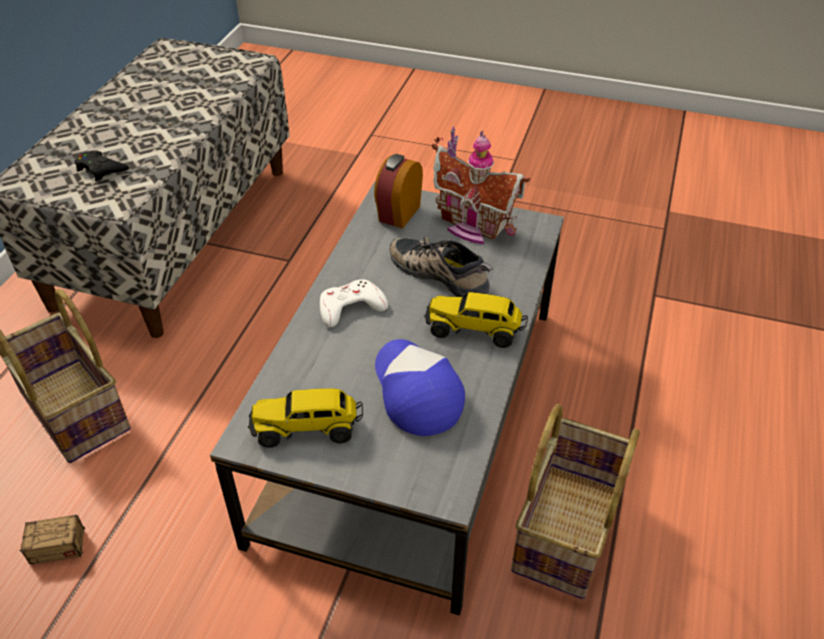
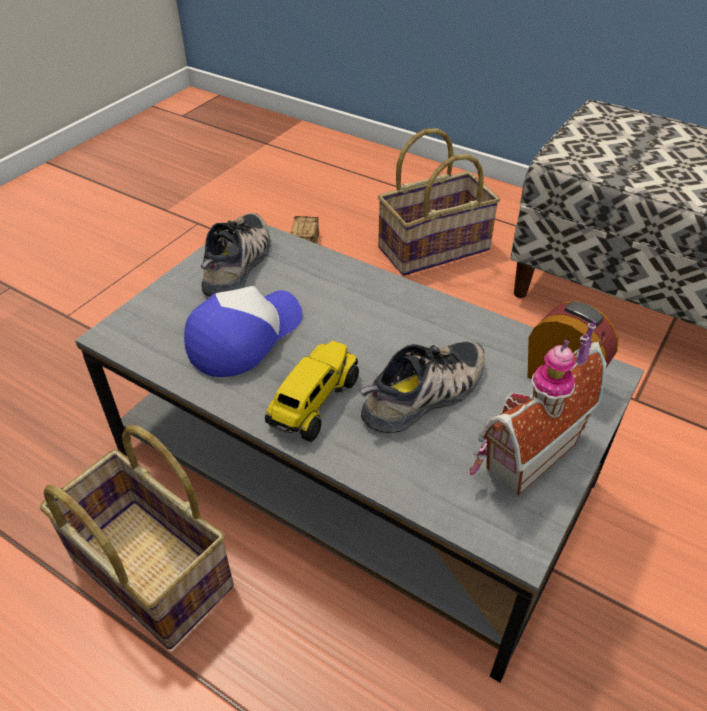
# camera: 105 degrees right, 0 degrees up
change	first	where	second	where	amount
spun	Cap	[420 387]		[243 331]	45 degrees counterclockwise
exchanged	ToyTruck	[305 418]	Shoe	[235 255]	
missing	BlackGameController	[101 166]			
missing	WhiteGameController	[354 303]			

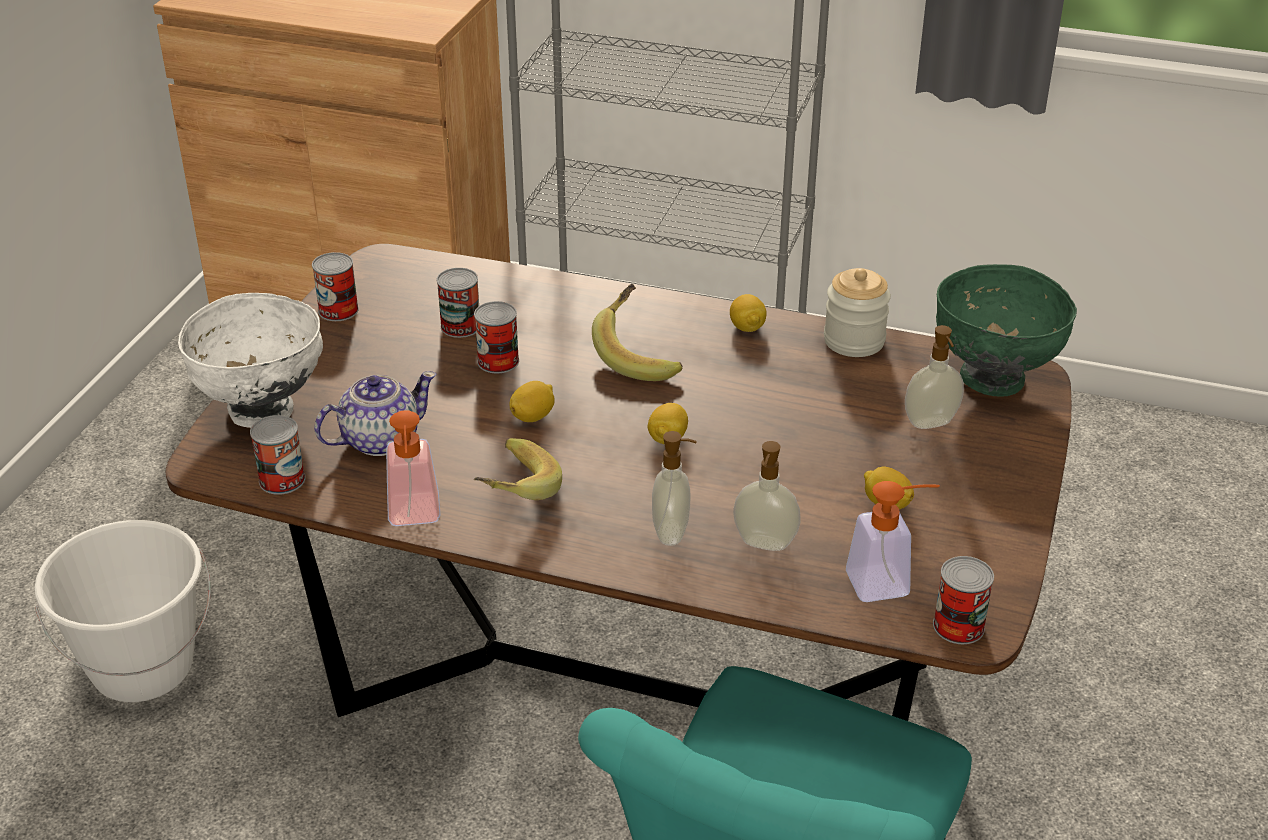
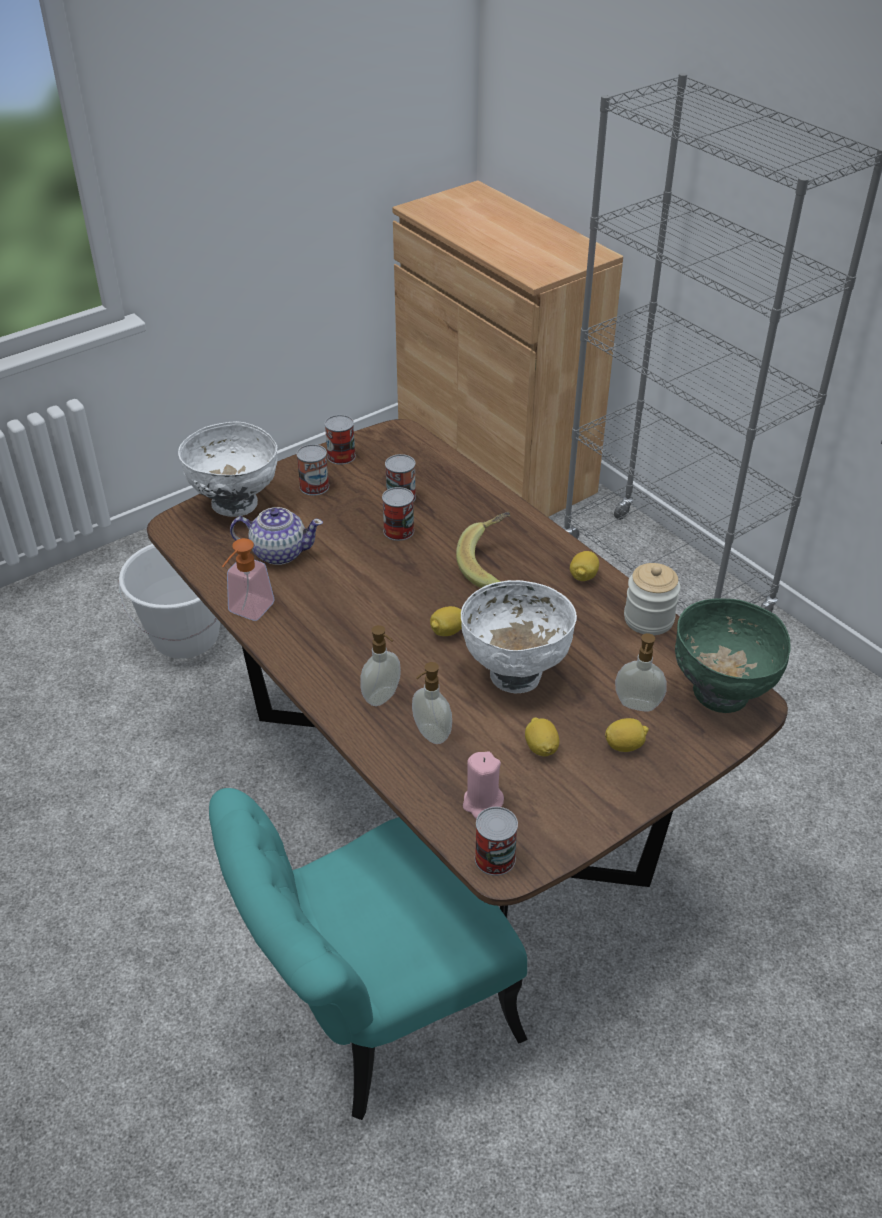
# camera: 35 degrees right, 5 degrees up
change	first	where	second	where	amount
relocated	Can	[278 455]		[312 470]	
appeared			WhiteBowl	[519 636]	
exchanged	SoapDispenser	[893 541]	PinkCandle	[483 785]	
relocated	Lemon	[532 401]		[627 735]	
missing	Banana	[518 469]			

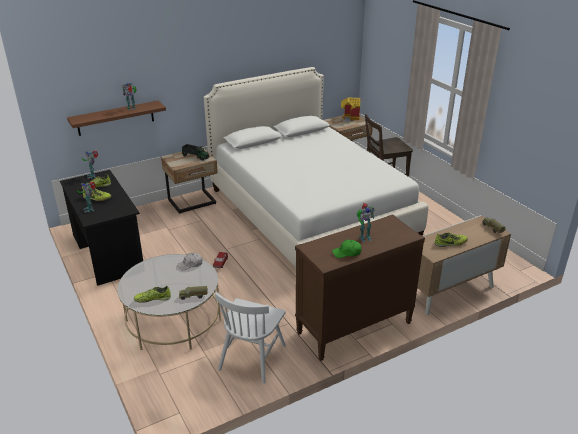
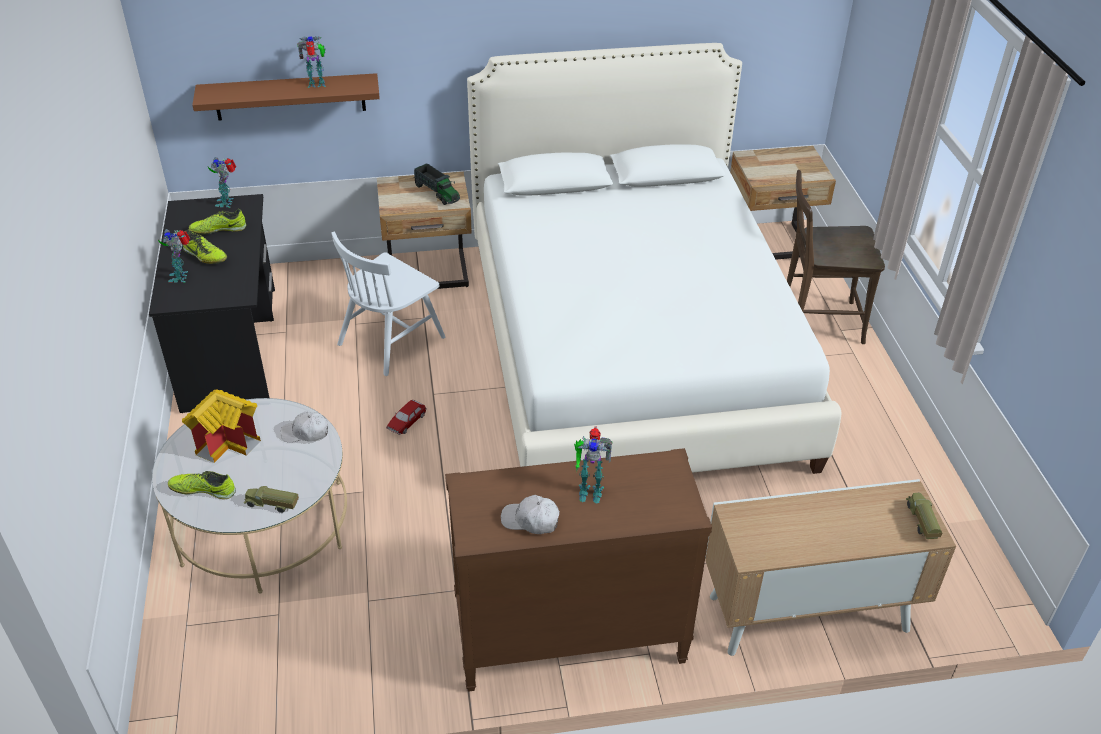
# camera: 20 degrees right, 10 degrees up
change	first	where	second	where	amount
relocated	ToyHouse	[351 110]		[221 426]	
relocated	WhiteChair	[250 337]		[388 303]	
colour	GreenCap	[347 249]	WhiteCap	[530 514]	
missing	Shoe	[451 240]			

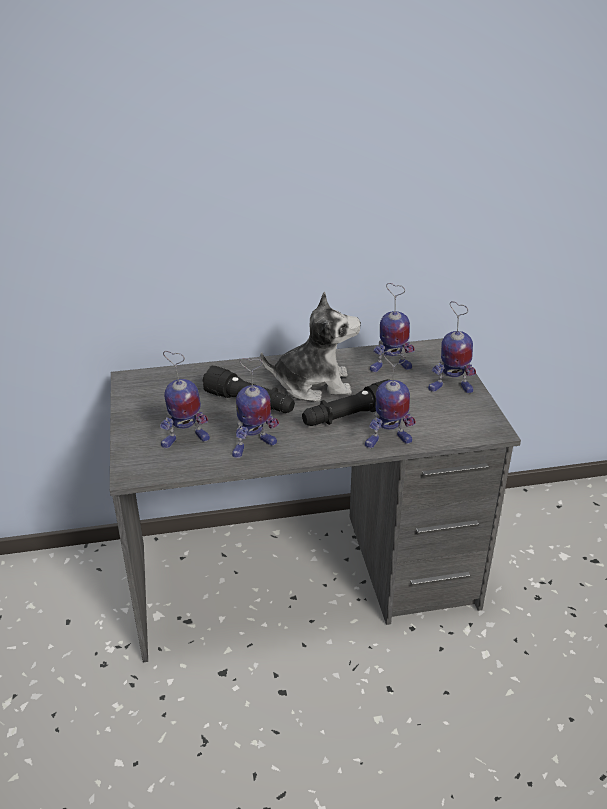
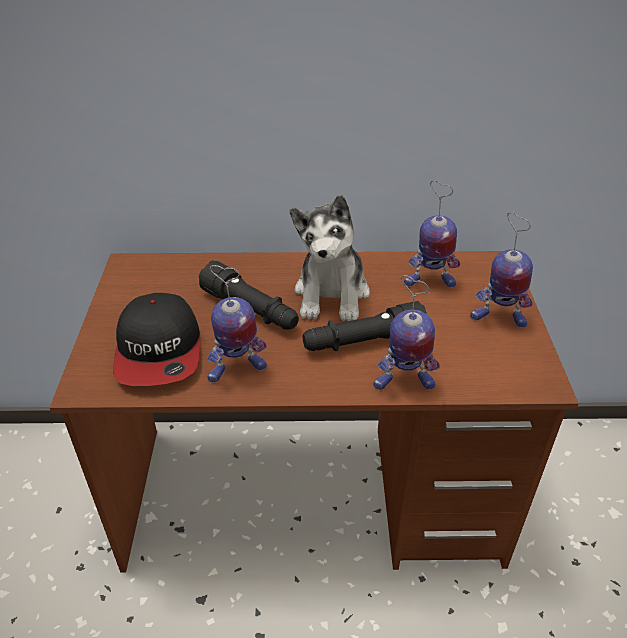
# camera: 10 degrees right, 5 degrees up
change	first	where	second	where	amount
colour	GreyDesk	[315 500]	BrownDesk	[314 412]	
exchanged	ToyRobot	[185 399]	Cap	[156 339]	
spun	PlushToy	[311 347]		[330 257]	90 degrees clockwise

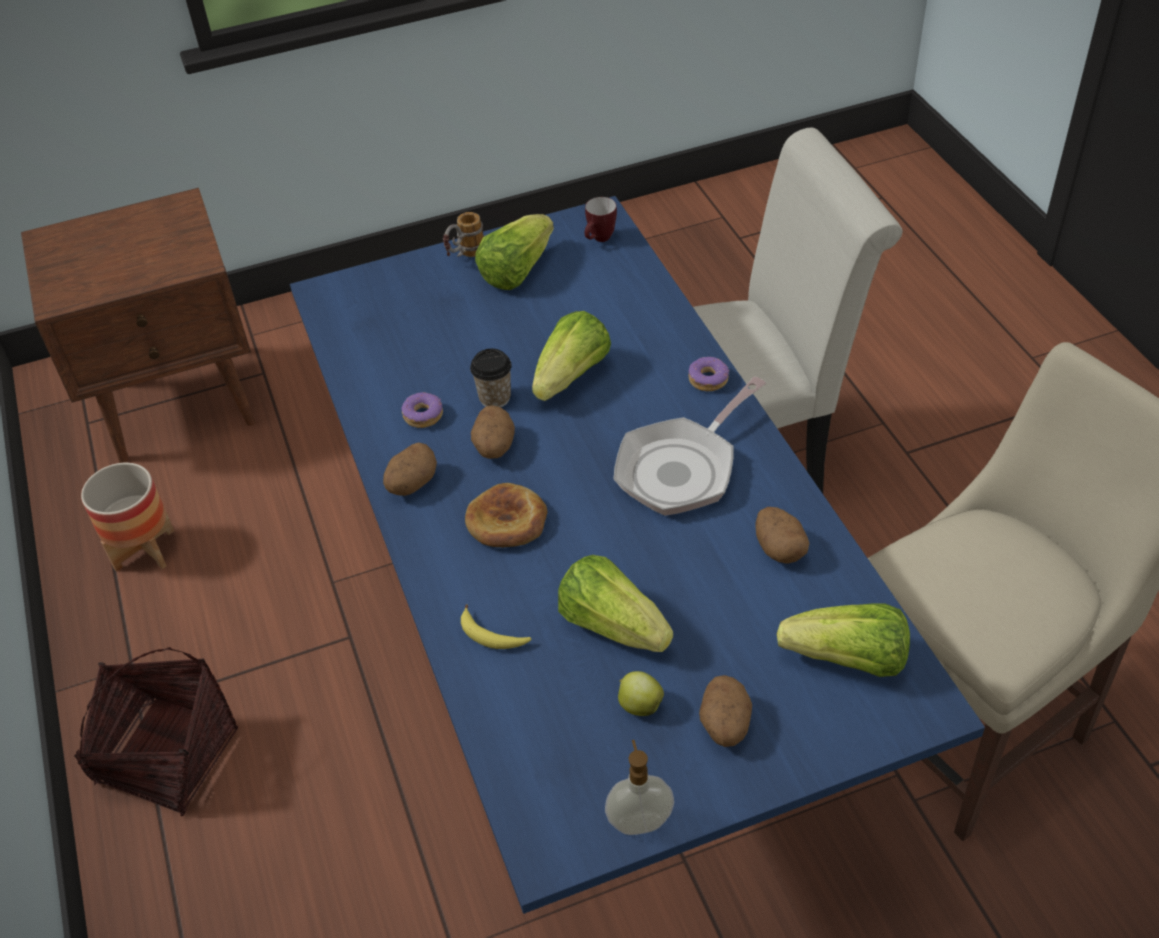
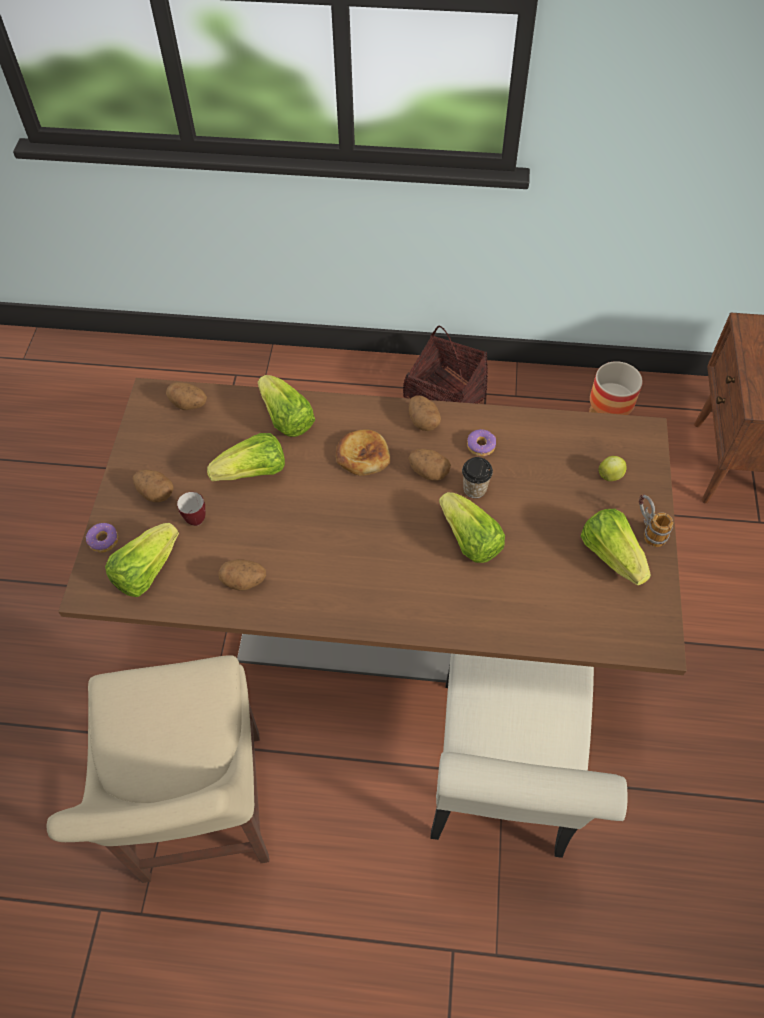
# camera: 115 degrees right, 10 degrees up
change	first	where	second	where	amount
colour	BlueDiningTable	[637 555]	BrownDiningTable	[372 530]	
relocated	Donut	[708 374]		[102 538]	
appeared			Potato	[186 396]	
relocated	Mug	[601 219]		[191 509]	
exchanged	Banana	[496 626]	Lettuce	[286 406]	
relocated	Apple	[641 693]		[612 468]	
missing	SoapDispenser	[639 787]			
missing	FryingPan	[690 446]			

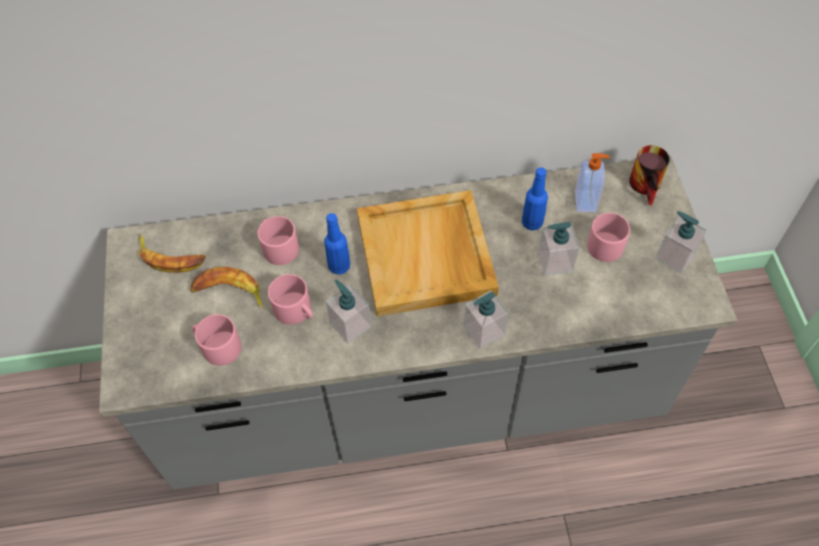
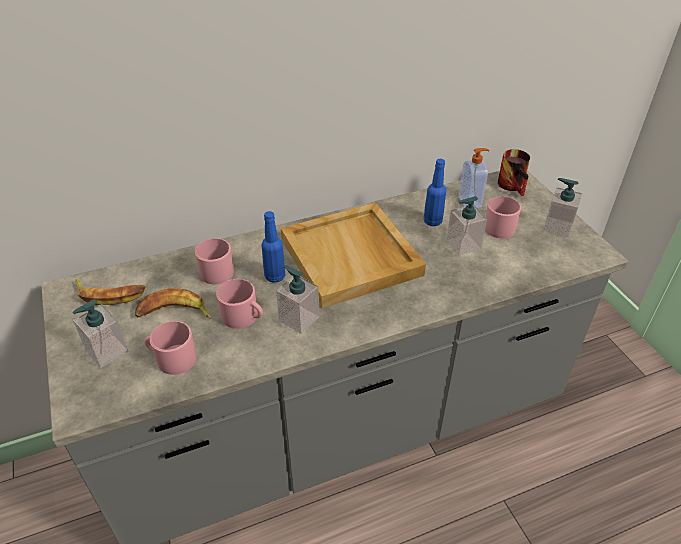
# camera: 15 degrees left, 15 degrees down
change	first	where	second	where	amount
relocated	SoapDispenser	[486 319]		[100 333]	

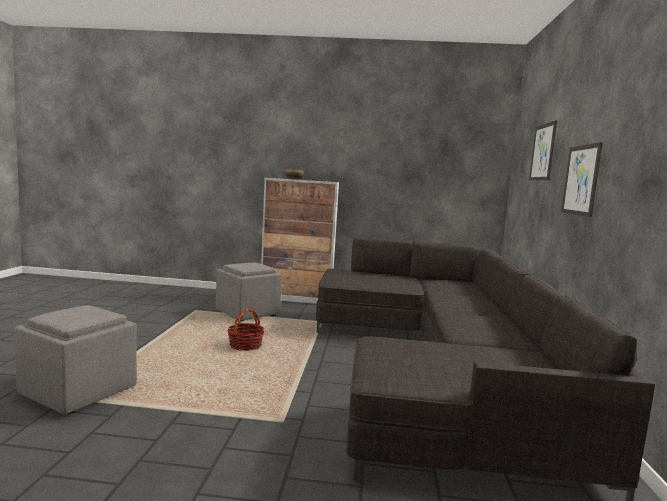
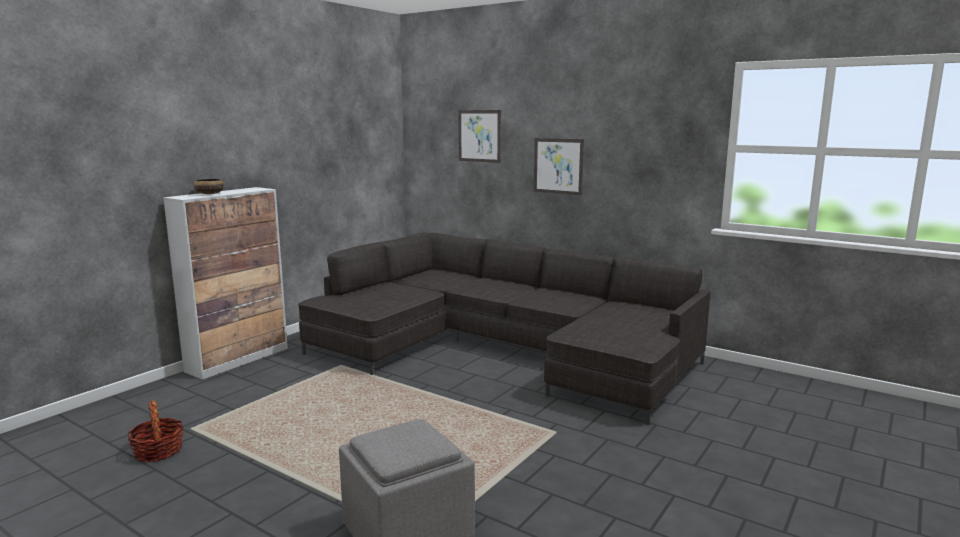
# camera: 60 degrees left, 5 degrees up
change	first	where	second	where	amount
relocated	Basket	[245 329]		[155 431]	
missing	GreyOttoman	[249 292]			

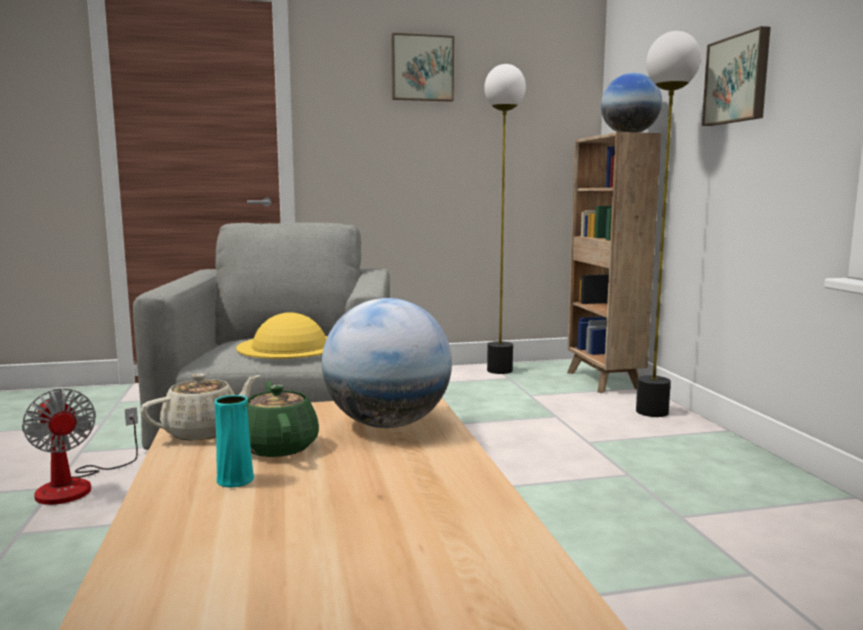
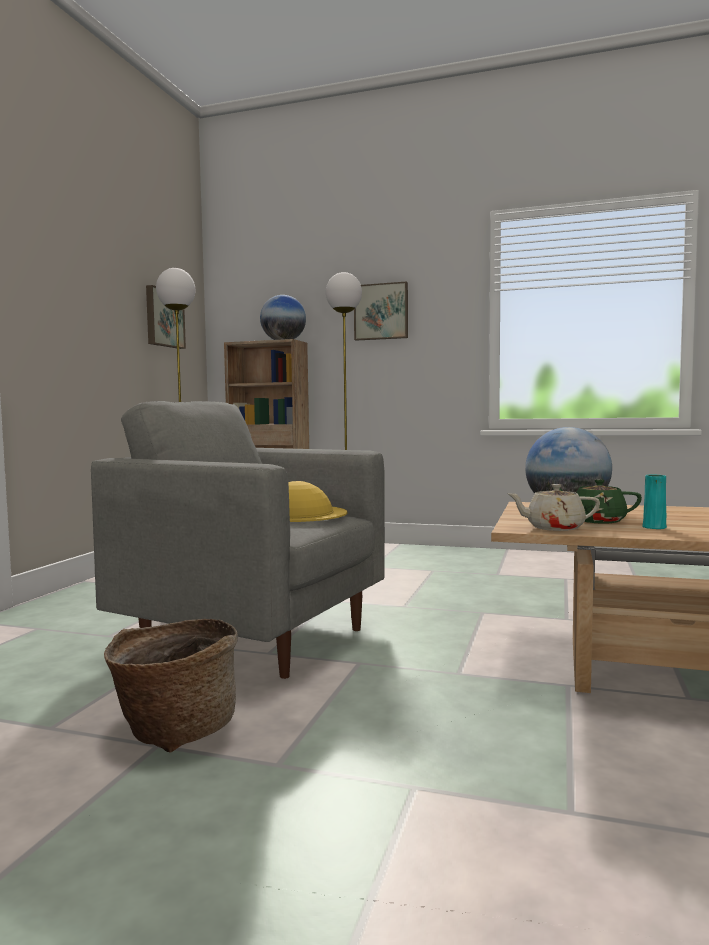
# camera: 60 degrees left, 5 degrees down
change	first	where	second	where	amount
exchanged	Fan	[80 447]	Basket	[171 686]	
relocated	Picture	[422 67]		[166 317]	
spun	BeigeTeapot	[200 407]		[553 507]	75 degrees counterclockwise

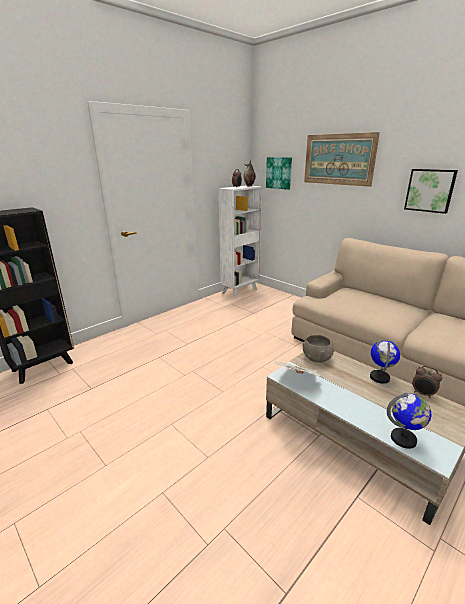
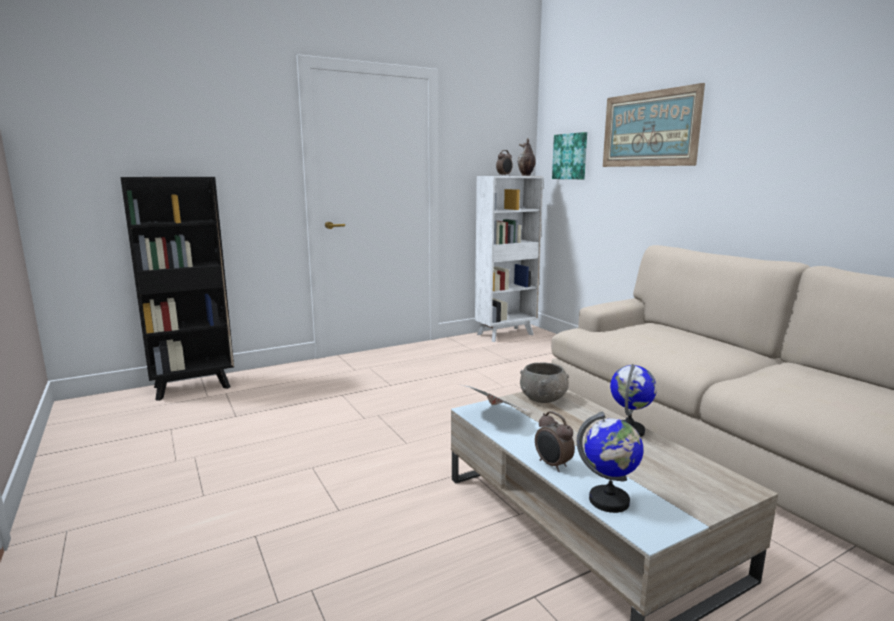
# camera: 15 degrees right, 10 degrees down
change	first	where	second	where	amount
relocated	AlarmClock	[427 382]		[555 441]	
missing	Picture	[431 191]			

